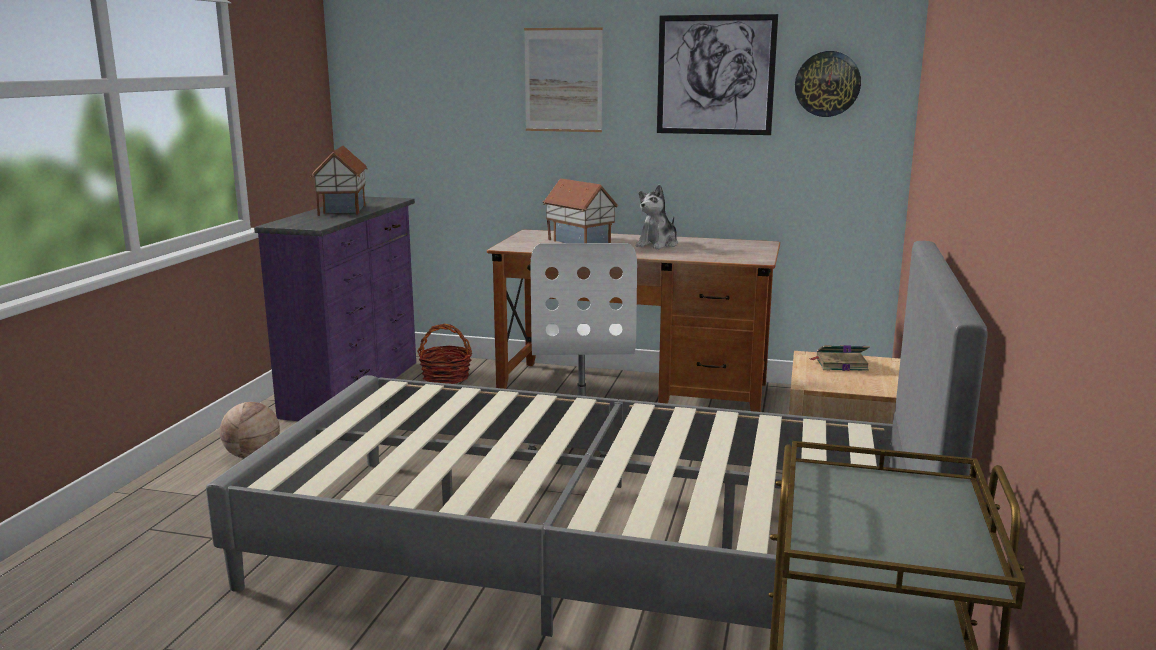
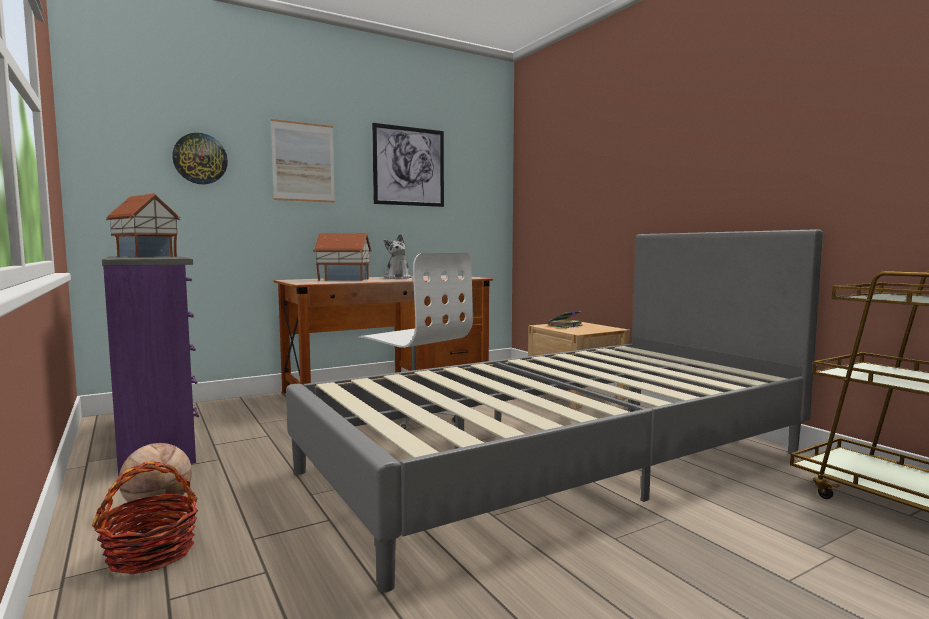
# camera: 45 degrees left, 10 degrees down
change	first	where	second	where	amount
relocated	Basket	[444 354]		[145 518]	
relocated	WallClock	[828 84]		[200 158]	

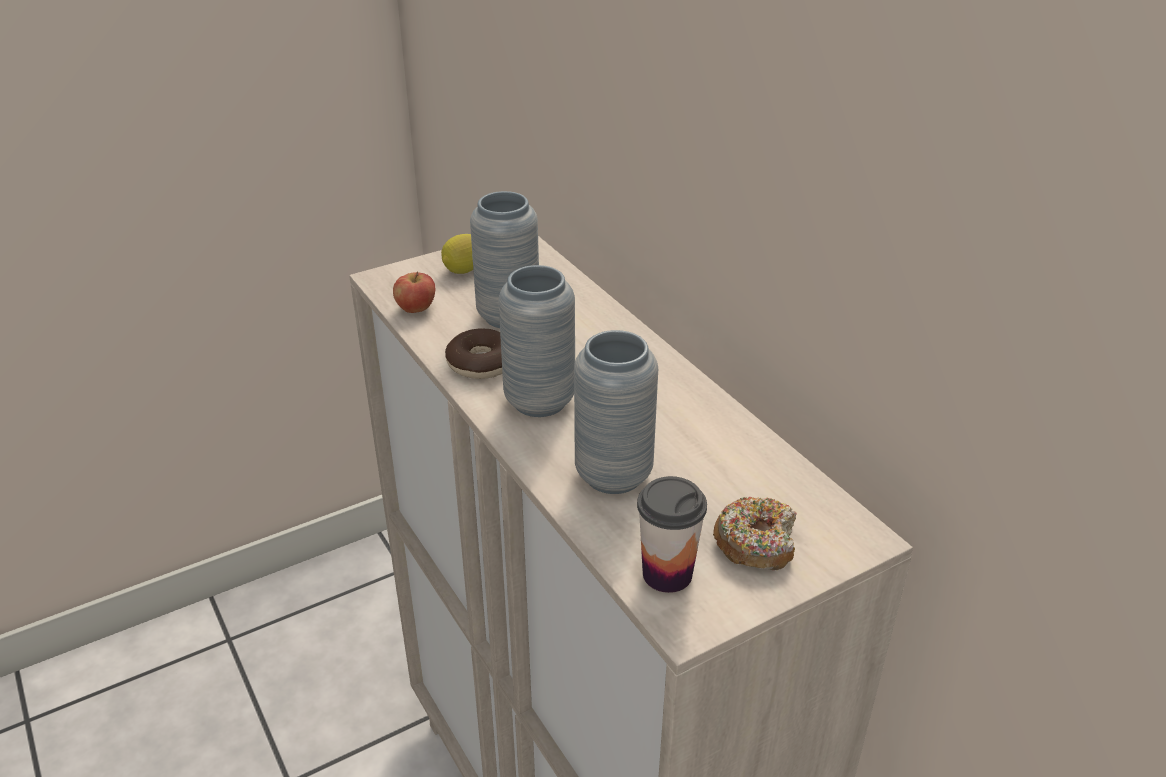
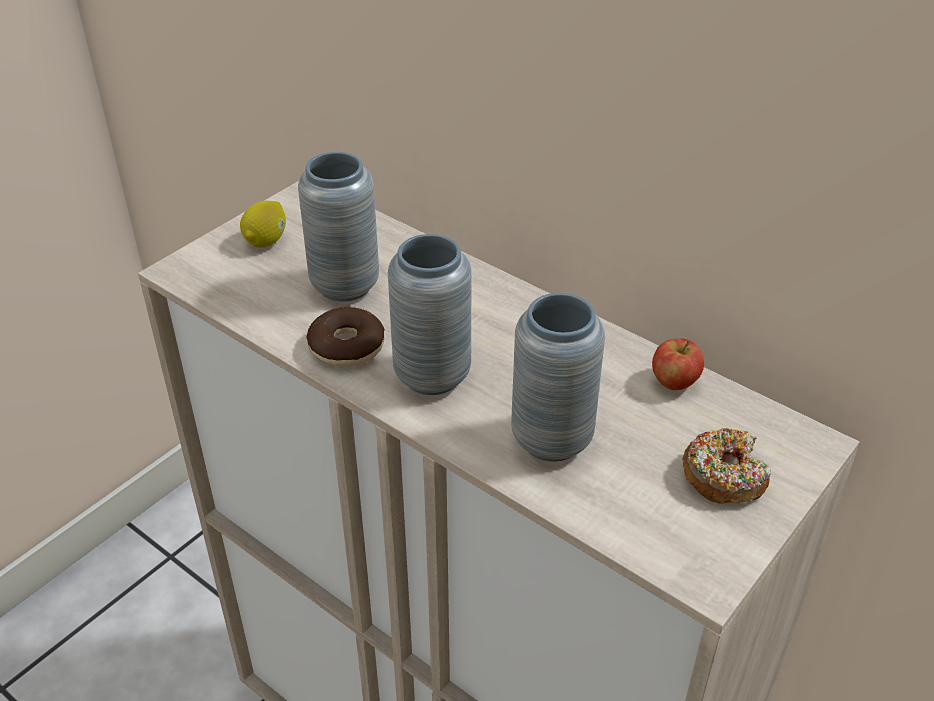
# camera: 20 degrees left, 5 degrees up
change	first	where	second	where	amount
relocated	Apple	[414 292]		[678 364]	
missing	Cup	[672 534]			

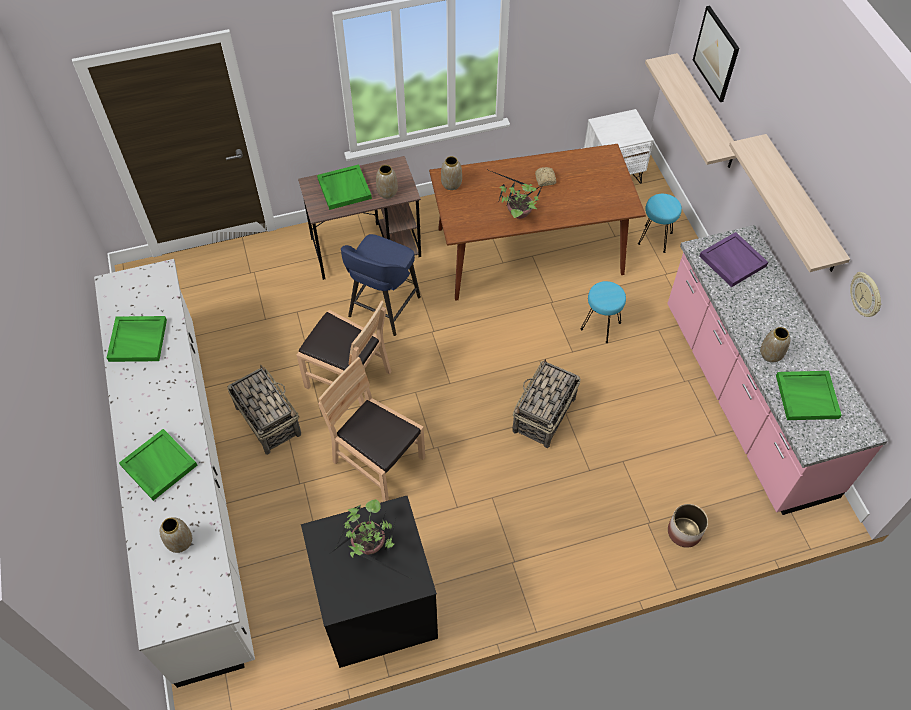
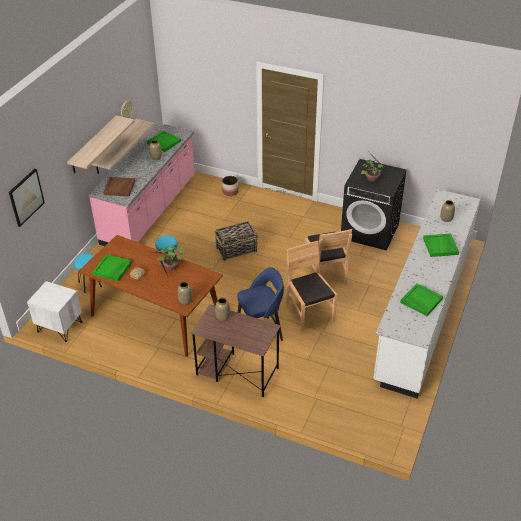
# camera: 140 degrees left, 15 degrees down
change	first	where	second	where	amount
relocated	Shelf	[690 110]		[123 146]	
relocated	GreenTray	[344 187]		[112 268]	
colour	PurpleTray	[734 259]	BrownTray	[119 186]	
missing	Basket	[264 410]			

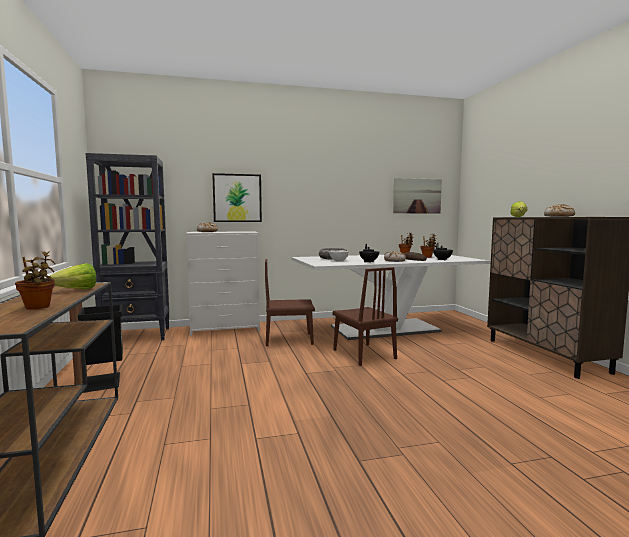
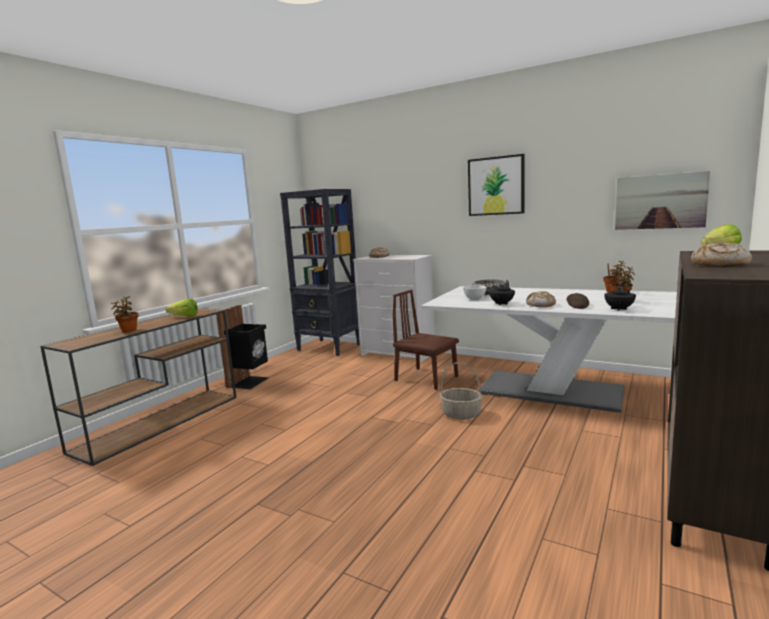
# camera: 45 degrees right, 5 degrees up
change	first	where	second	where	amount
exchanged	BrownChair	[365 316]	Basket	[461 391]	
relocated	Picture	[237 197]		[496 185]	

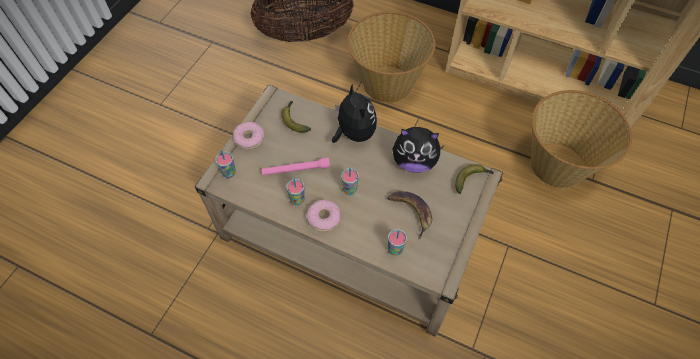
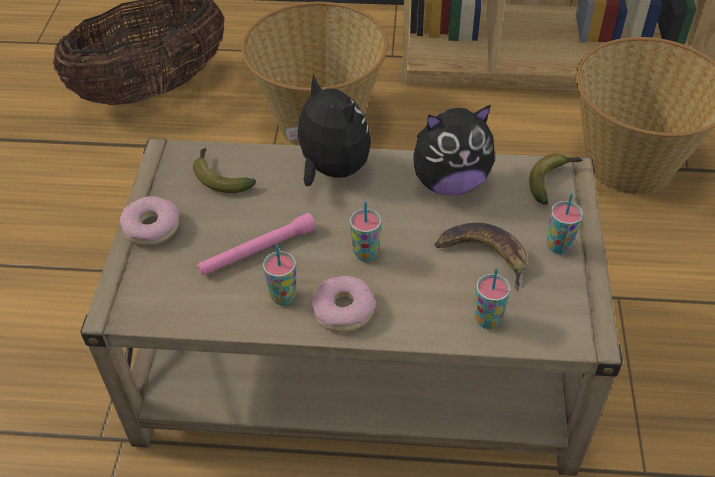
# camera: 20 degrees left, 10 degrees down
change	first	where	second	where	amount
relocated	Cup	[225 164]		[565 223]	

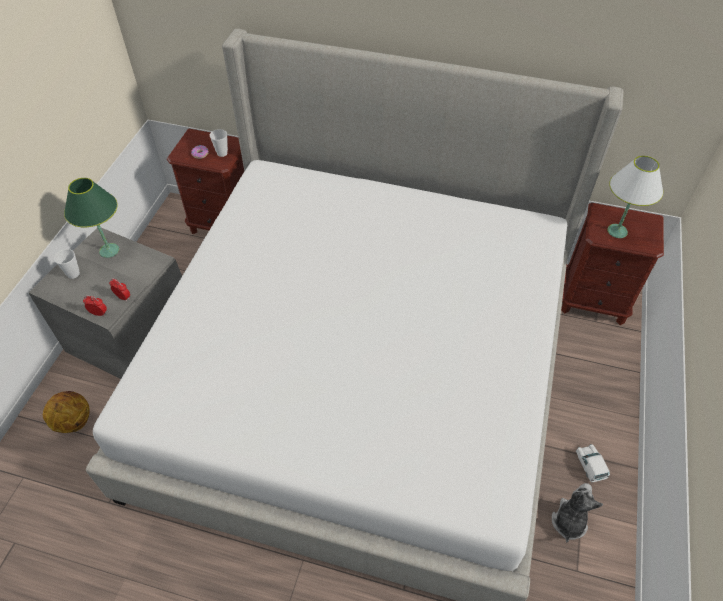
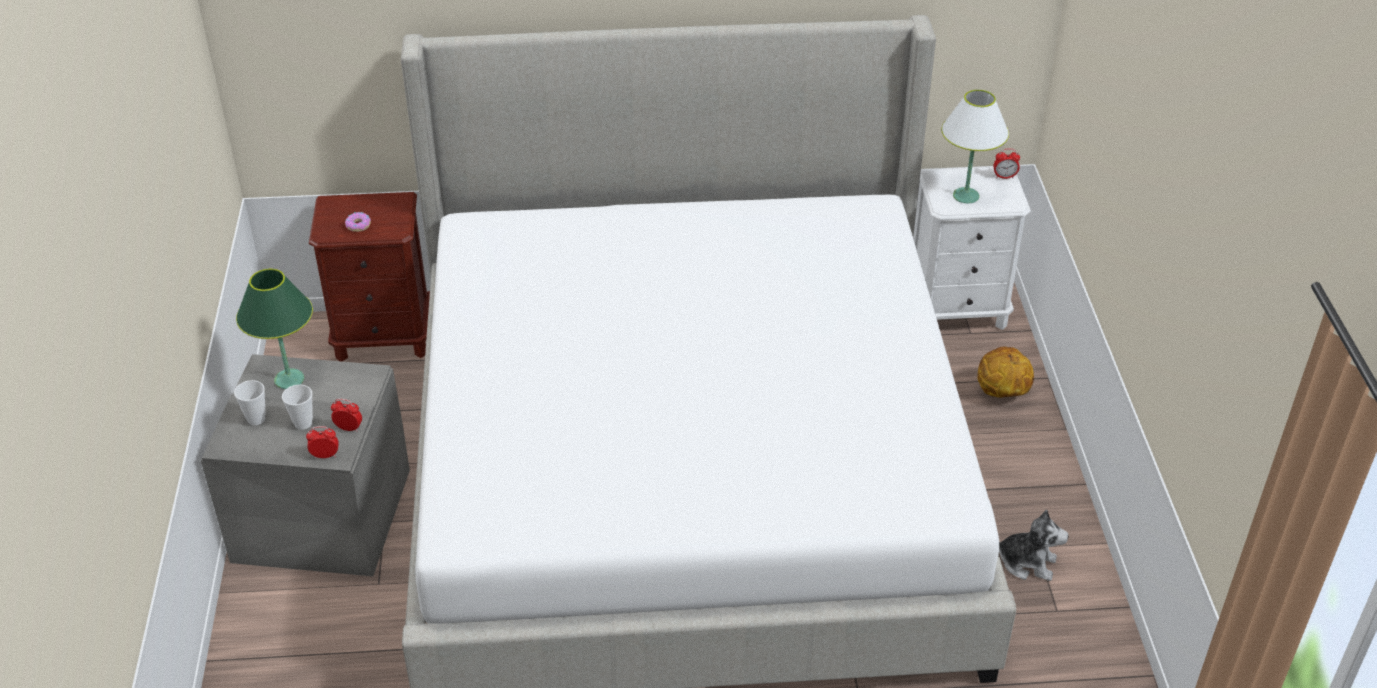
# camera: 20 degrees left, 10 degrees down
change	first	where	second	where	amount
relocated	Cup	[219 143]		[297 407]	
colour	BrownNightstand	[612 264]	WhiteNightstand	[972 248]	
relocated	Basketball	[66 412]		[1005 372]	
appeared			AlarmClock	[1006 164]	
spun	PlushToy	[577 512]		[1034 545]	105 degrees clockwise
missing	WhiteToyCar	[593 463]			

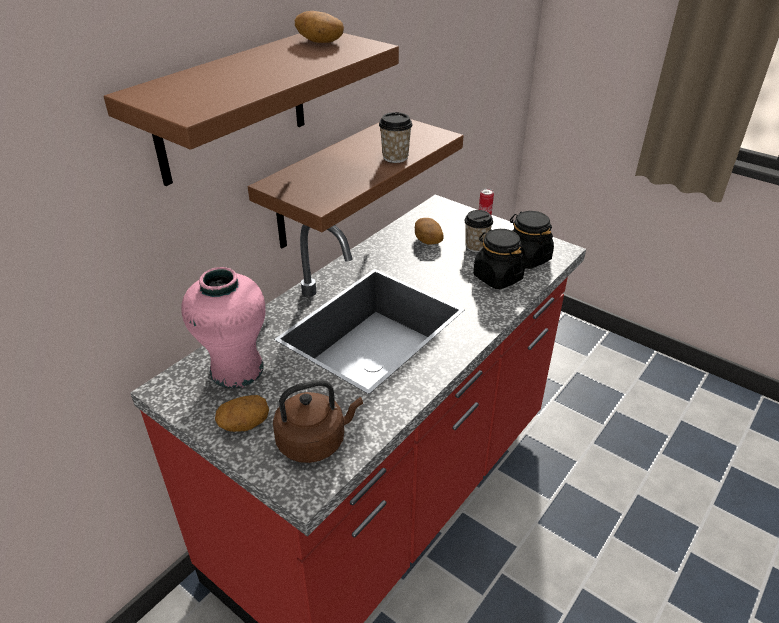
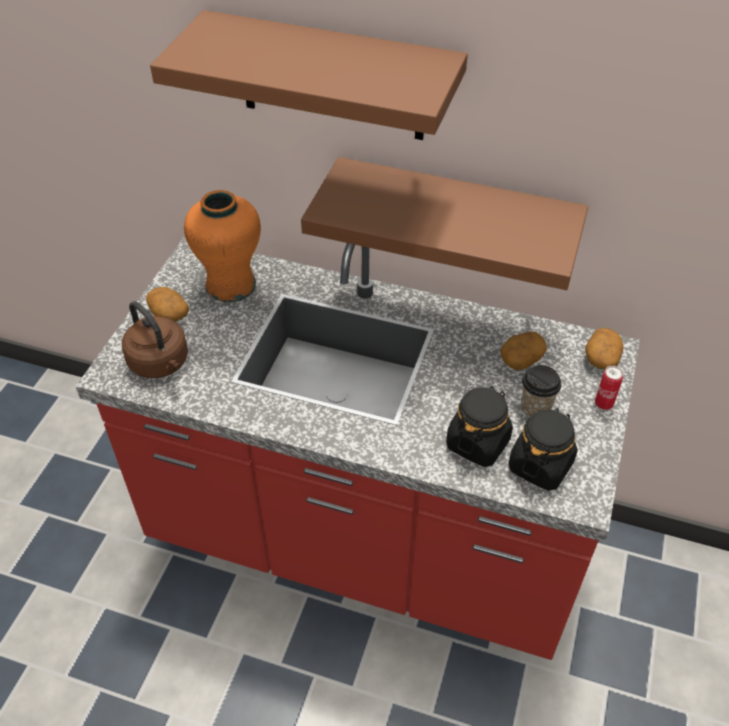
# camera: 70 degrees right, 10 degrees up
change	first	where	second	where	amount
colour	PinkVase	[223 328]	OrangeVase	[222 246]	
relocated	Potato	[319 27]		[604 349]	
missing	Cup	[395 137]			

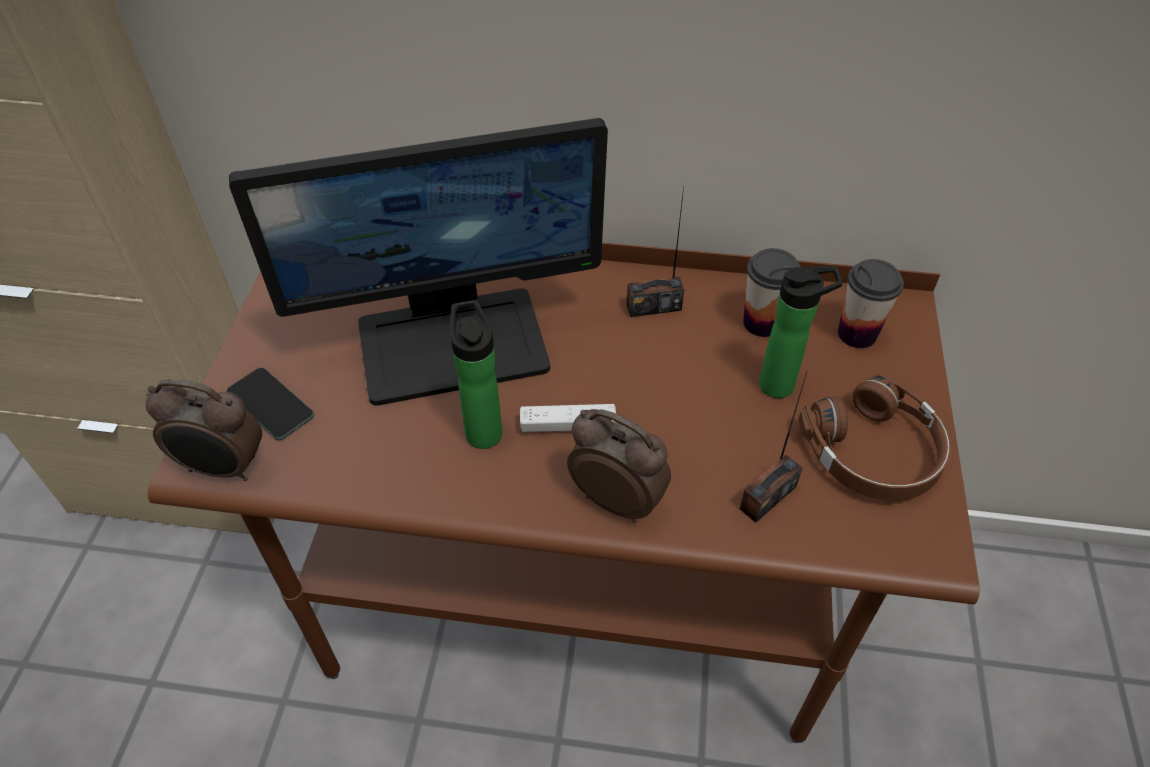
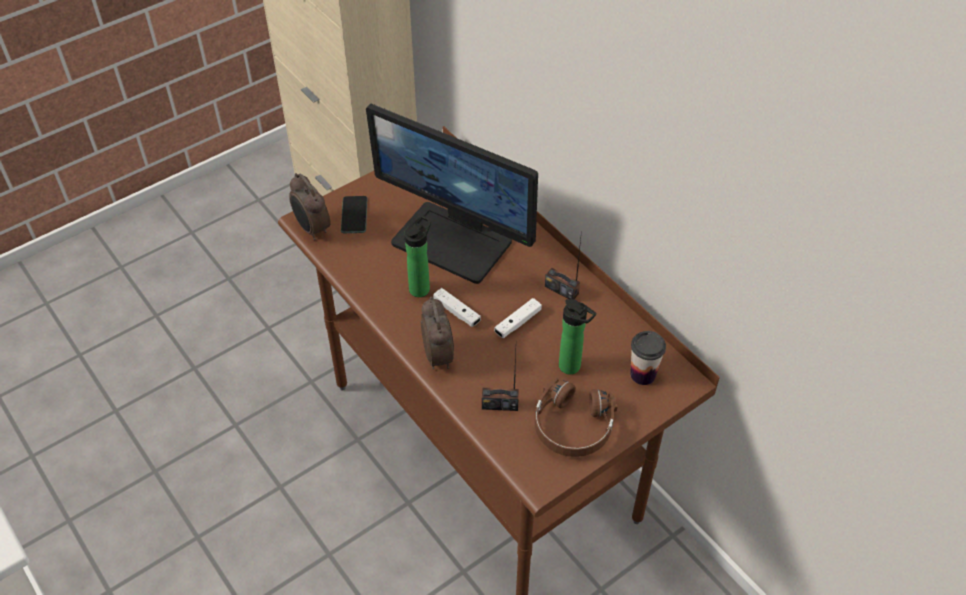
# camera: 45 degrees right, 0 degrees up
change	first	where	second	where	amount
appeared			WhiteGameController	[518 318]	
missing	Cup	[772 292]			

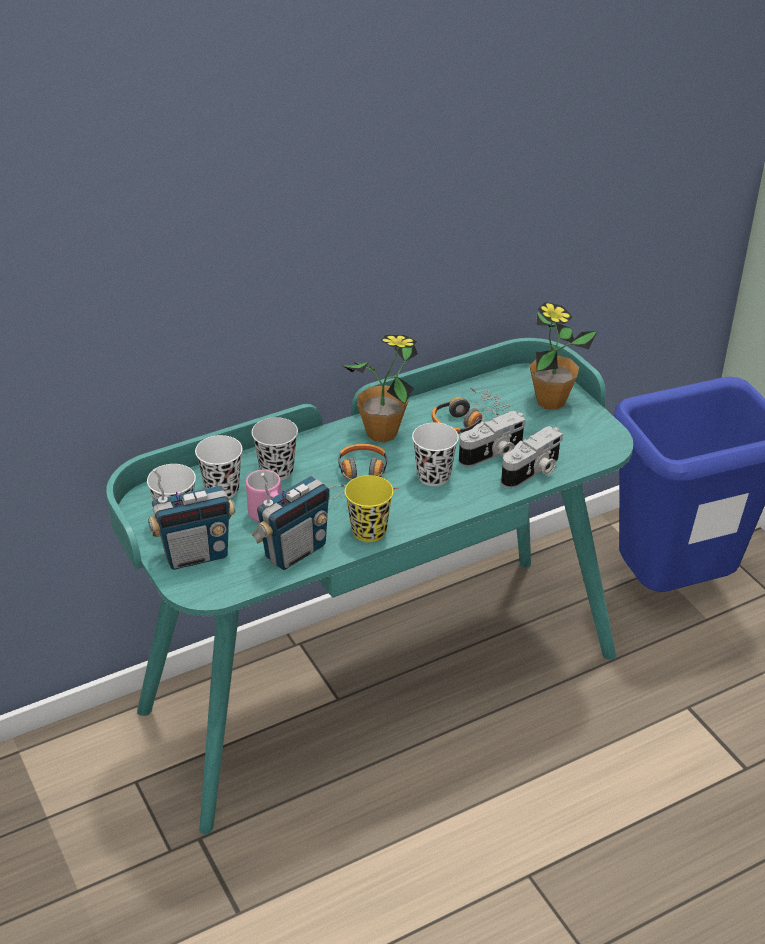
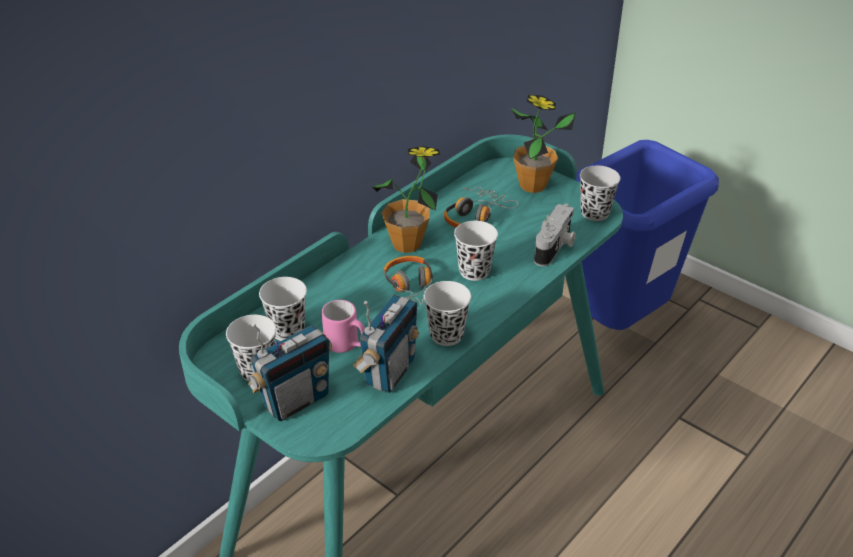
# camera: 20 degrees left, 0 degrees up
change	first	where	second	where	amount
colour	YellowCup	[369 508]	WhiteCup	[447 313]	
relocated	BlackCup	[275 448]		[600 193]	
missing	PhotoCamera	[492 439]			

